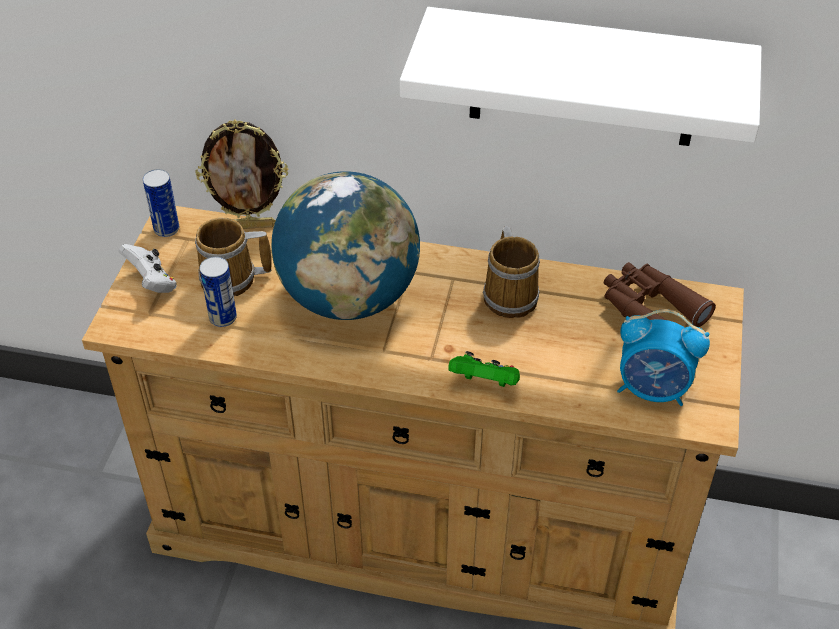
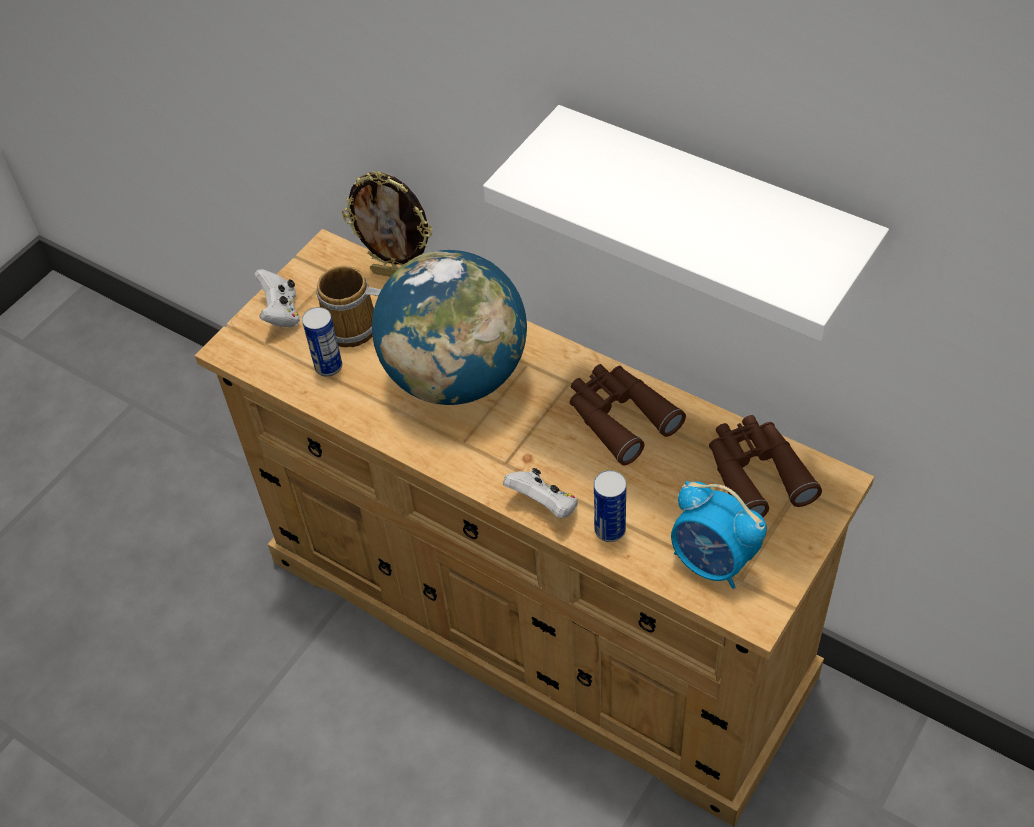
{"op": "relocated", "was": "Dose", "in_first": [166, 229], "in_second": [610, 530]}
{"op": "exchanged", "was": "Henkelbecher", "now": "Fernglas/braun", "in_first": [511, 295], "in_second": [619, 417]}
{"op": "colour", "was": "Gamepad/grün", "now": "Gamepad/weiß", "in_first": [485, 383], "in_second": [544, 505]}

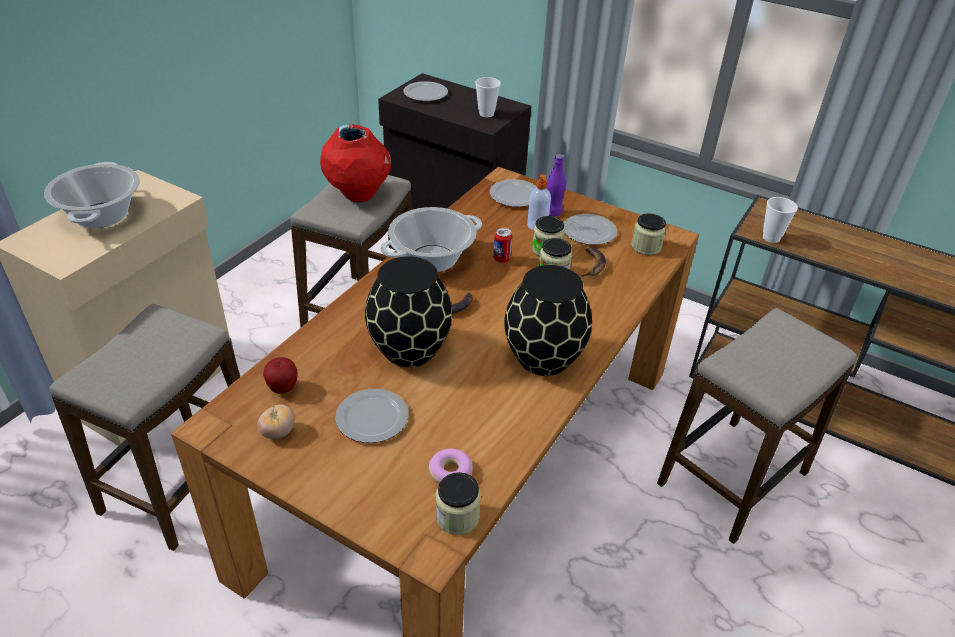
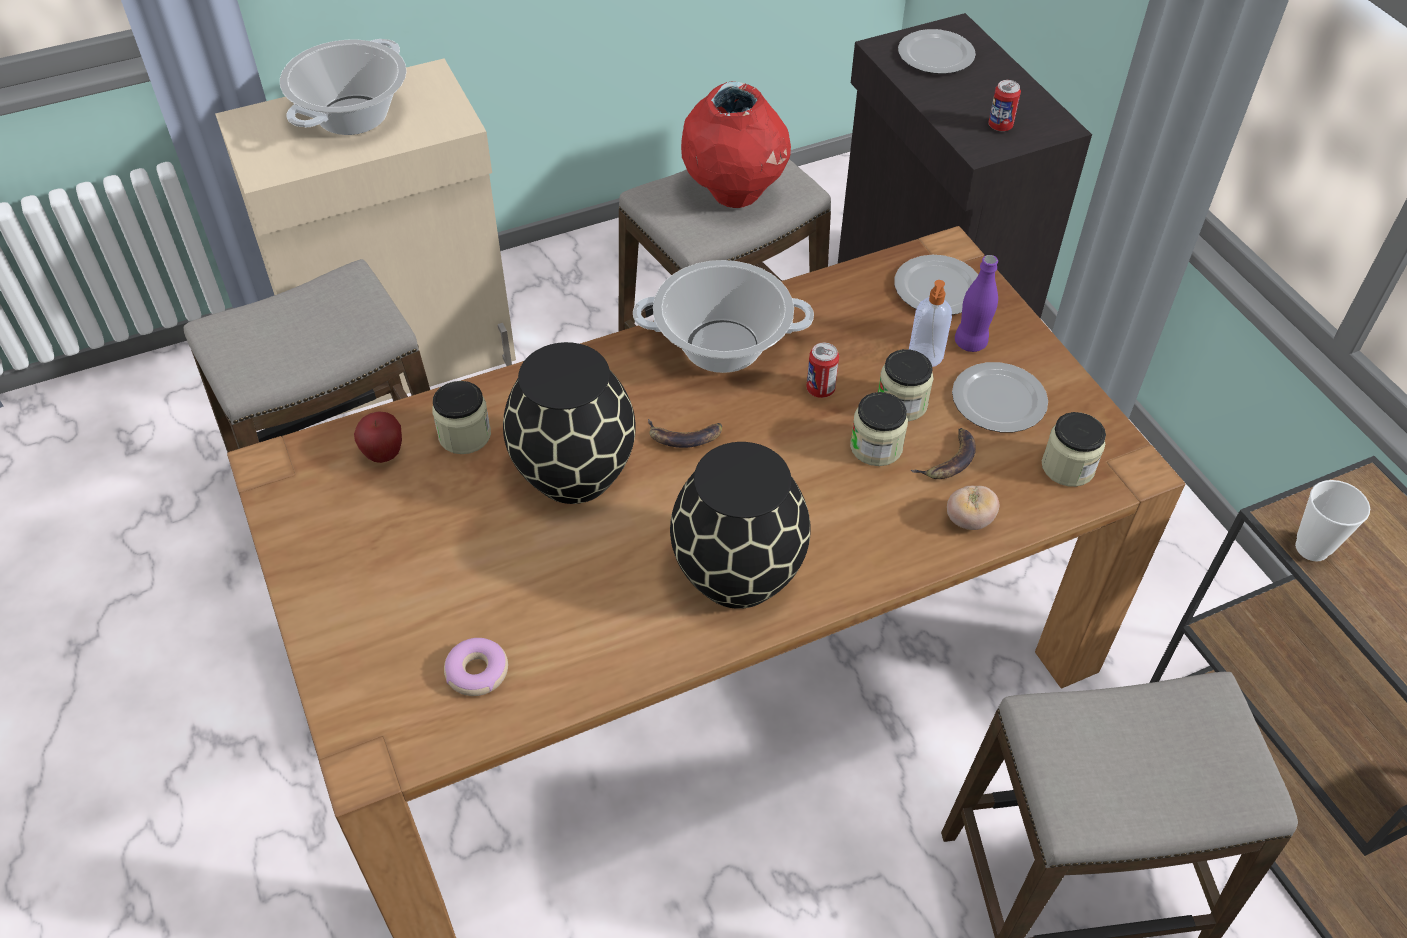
{"op": "exchanged", "was": "Tasse", "now": "Dose", "in_first": [486, 114], "in_second": [1000, 126]}
{"op": "missing", "was": "Teller", "in_first": [373, 417]}
{"op": "relocated", "was": "Tomate", "in_first": [278, 432], "in_second": [969, 520]}
{"op": "relocated", "was": "Vorratsglas", "in_first": [457, 517], "in_second": [464, 435]}

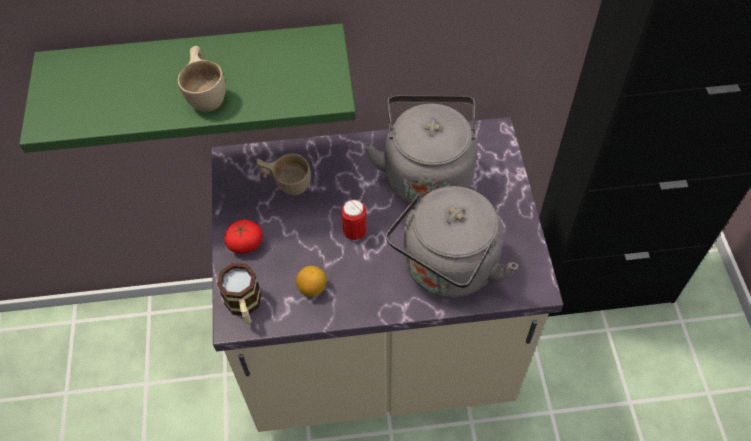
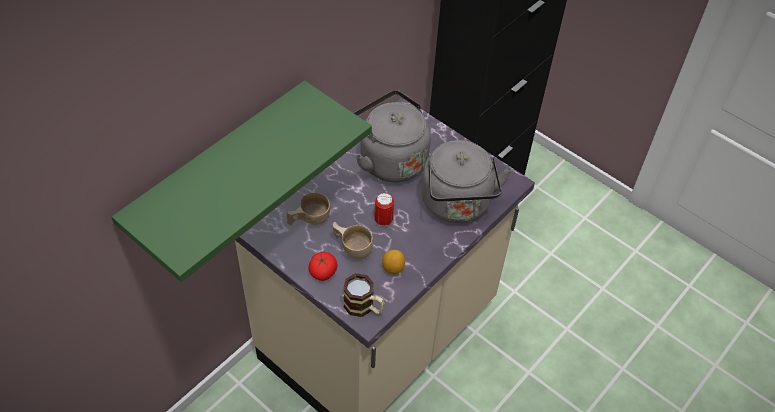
{"op": "relocated", "was": "Tasse/beige", "in_first": [207, 93], "in_second": [352, 247]}

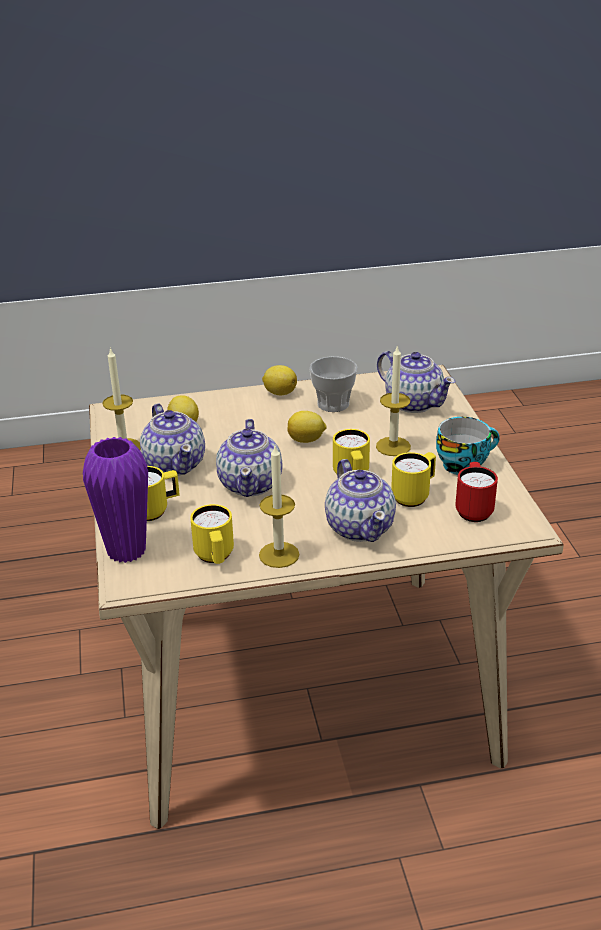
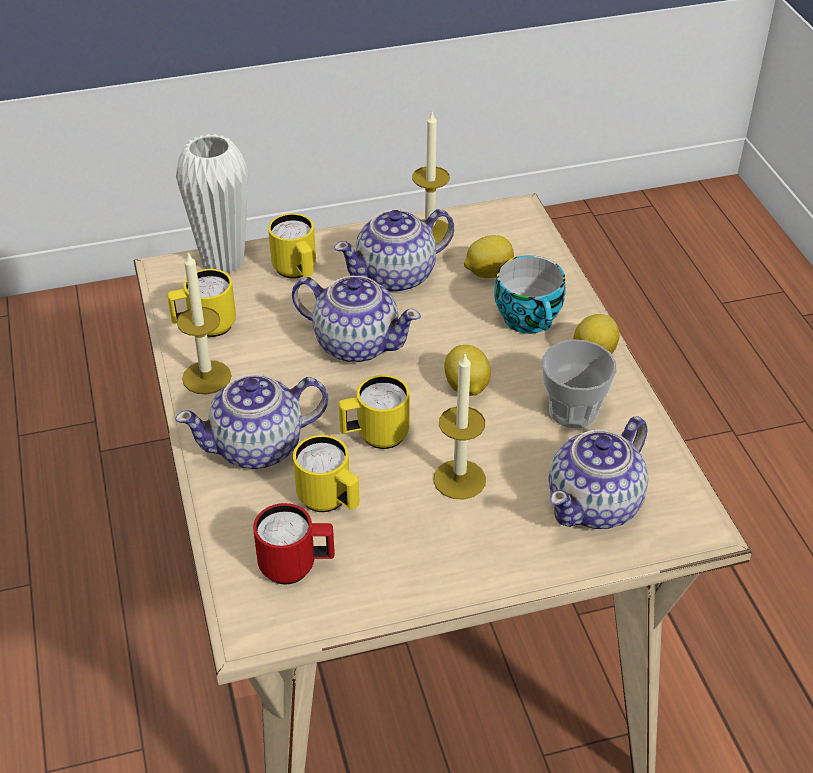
{"op": "relocated", "was": "Tasse", "in_first": [463, 464], "in_second": [530, 320]}
{"op": "spun", "was": "Teekanne", "in_first": [251, 483], "in_second": [356, 343], "clockwise": -150}
{"op": "colour", "was": "Vase/lila", "now": "Vase/weiß", "in_first": [126, 551], "in_second": [223, 261]}

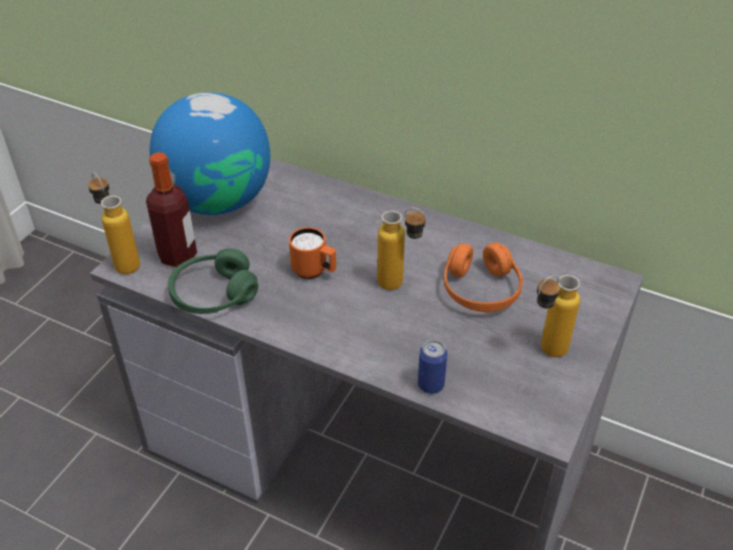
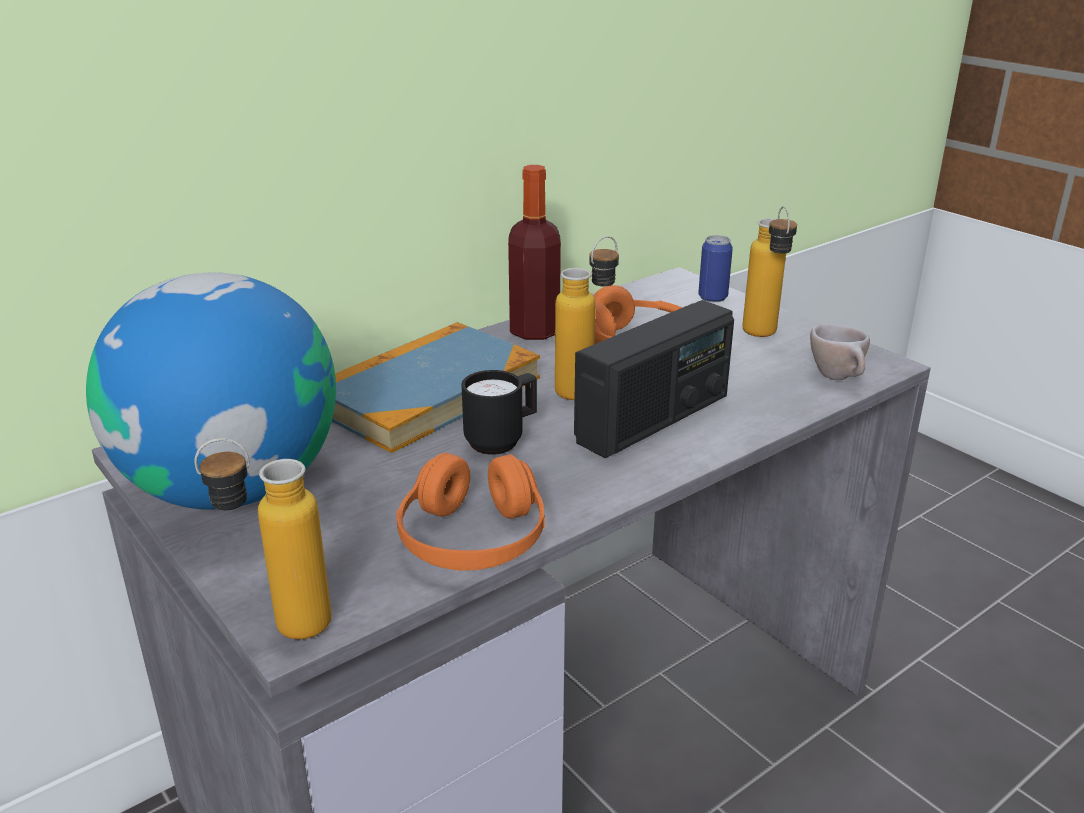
{"op": "relocated", "was": "Flasche", "in_first": [178, 255], "in_second": [534, 331]}
{"op": "colour", "was": "Henkelbecher/orange", "now": "Henkelbecher/schwarz", "in_first": [314, 272], "in_second": [502, 440]}
{"op": "colour", "was": "Kopfhörer/grün", "now": "Kopfhörer/orange", "in_first": [214, 294], "in_second": [472, 538]}
{"op": "relocated", "was": "Dose", "in_first": [430, 385], "in_second": [712, 297]}
{"op": "appeared", "now": "Radio", "in_second": [654, 419]}
{"op": "appeared", "now": "Buch", "in_second": [426, 393]}
{"op": "appeared", "now": "Tasse/beige", "in_second": [839, 379]}

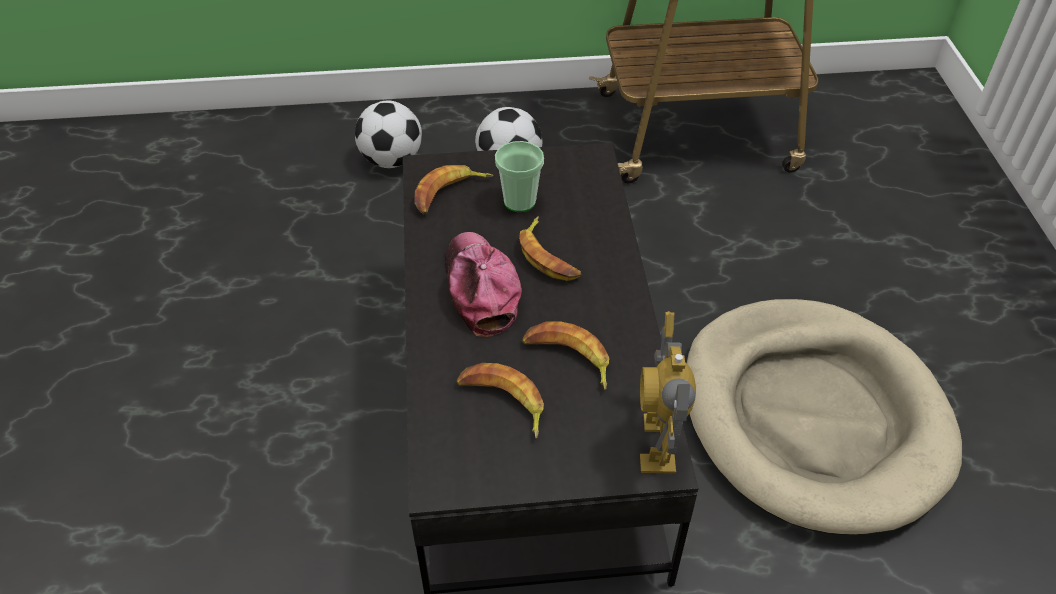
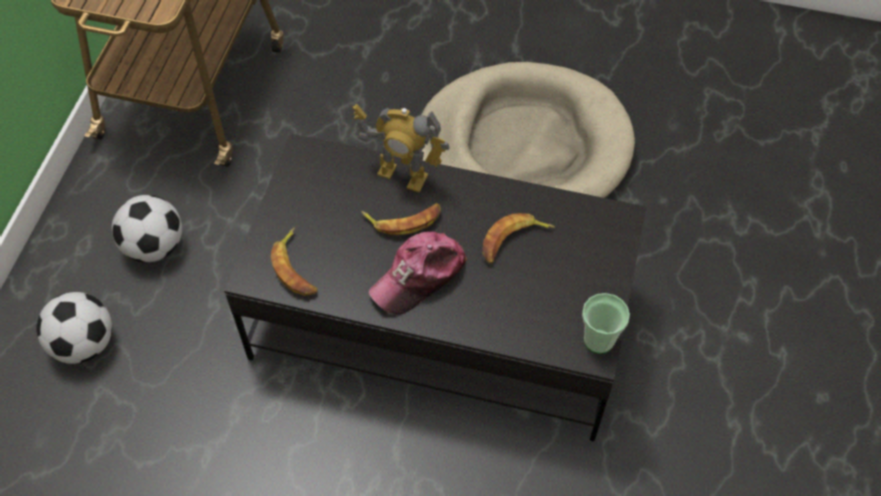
{"op": "relocated", "was": "Tasse", "in_first": [519, 201], "in_second": [599, 340]}
{"op": "spun", "was": "Kappe", "in_first": [480, 289], "in_second": [419, 276], "clockwise": -45}
{"op": "relocated", "was": "Spielzeugroboter", "in_first": [658, 444], "in_second": [402, 175]}
{"op": "missing", "was": "Banane", "in_first": [502, 402]}

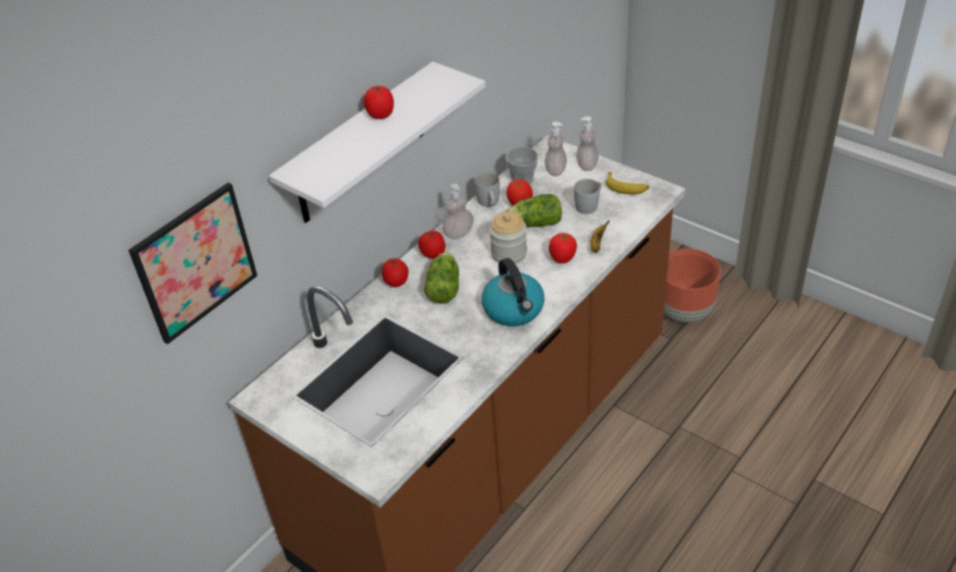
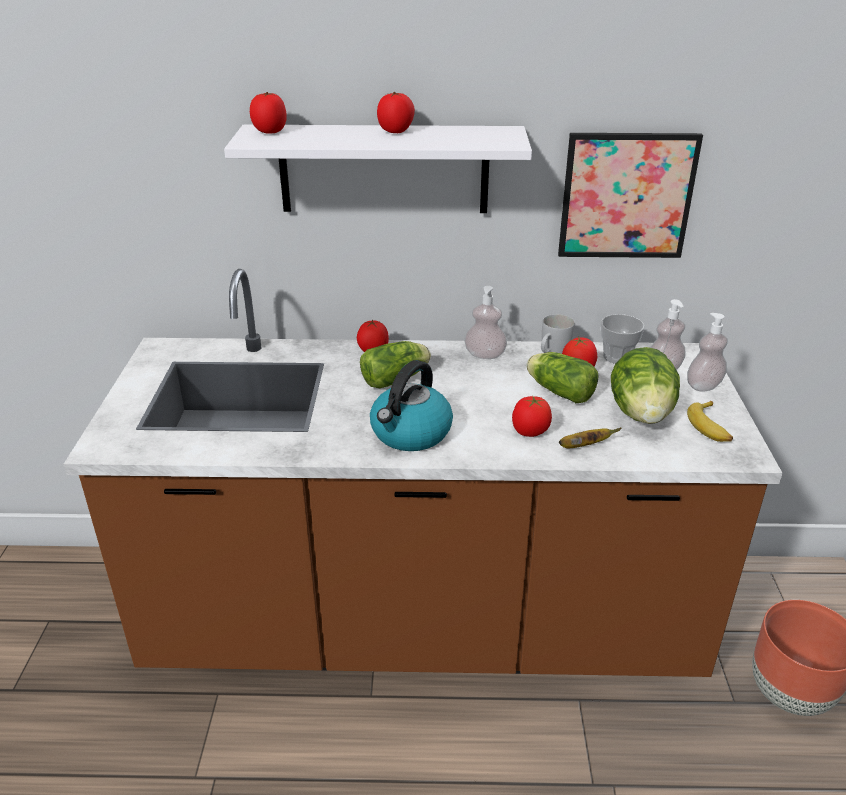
{"op": "exchanged", "was": "Henkelbecher/weiß", "now": "Salatkopf", "in_first": [589, 205], "in_second": [641, 414]}
{"op": "relocated", "was": "Bild", "in_first": [195, 262], "in_second": [626, 196]}
{"op": "missing", "was": "Vorratsglas", "in_first": [509, 253]}
{"op": "relocated", "was": "Tomate", "in_first": [433, 254], "in_second": [270, 132]}

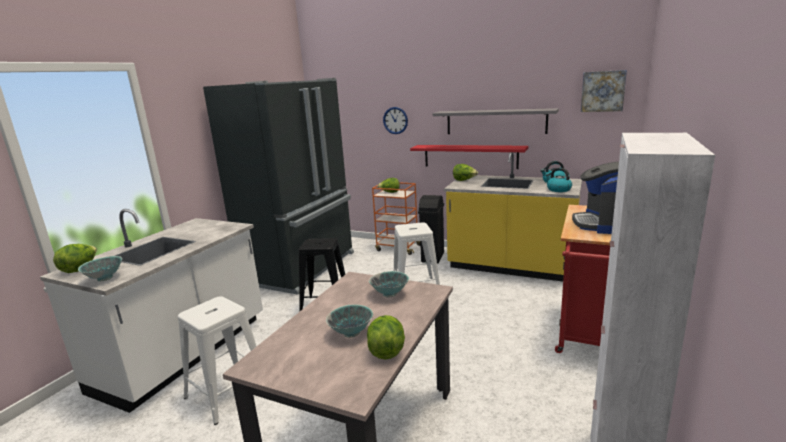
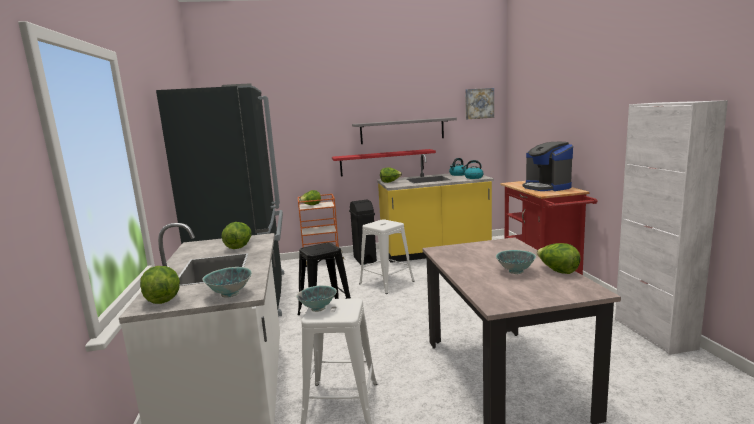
{"op": "missing", "was": "Wanduhr", "in_first": [395, 120]}
{"op": "relocated", "was": "Schüssel", "in_first": [390, 294], "in_second": [318, 308]}
{"op": "appeared", "now": "Salatkopf", "in_second": [239, 246]}

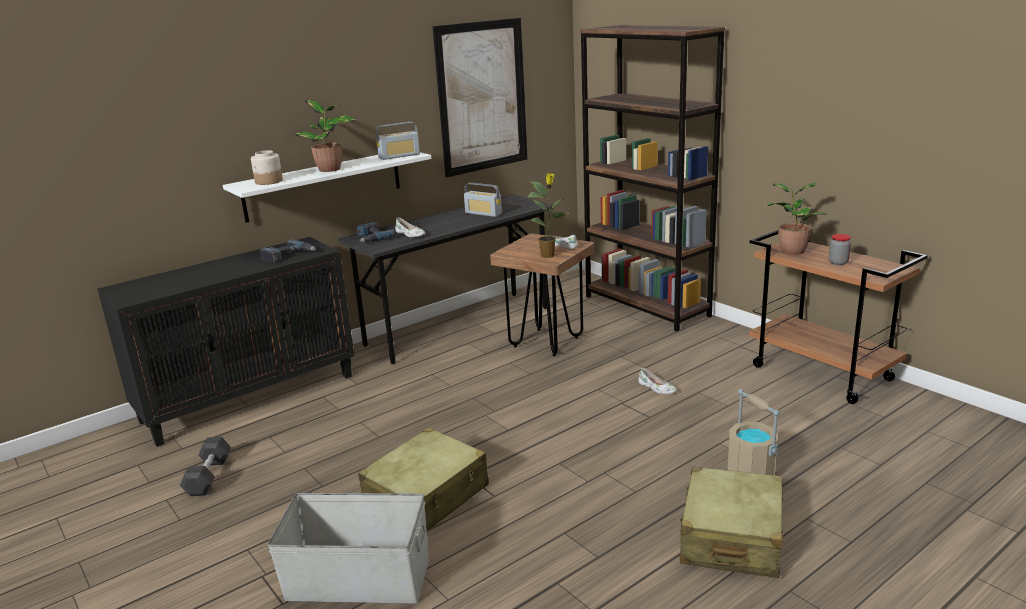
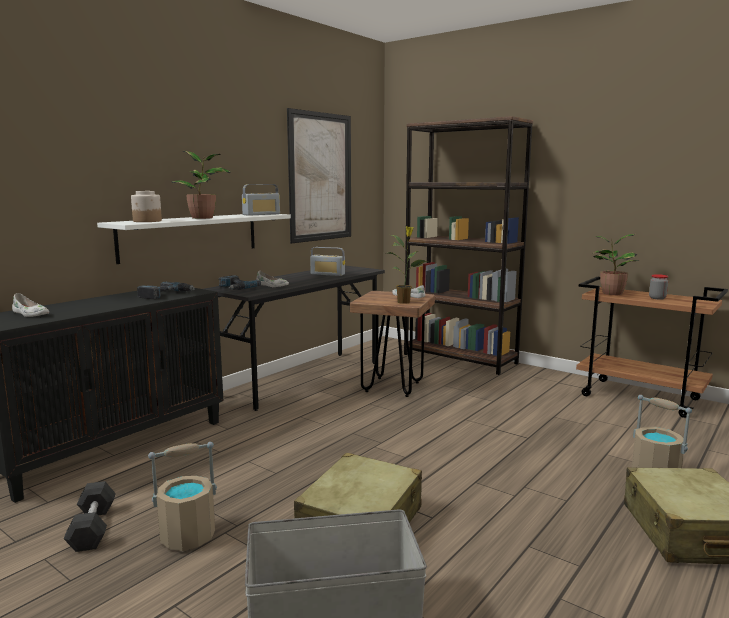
{"op": "relocated", "was": "Schuh/weiß", "in_first": [656, 388], "in_second": [30, 314]}
{"op": "appeared", "now": "Eimer/beige", "in_second": [188, 536]}

